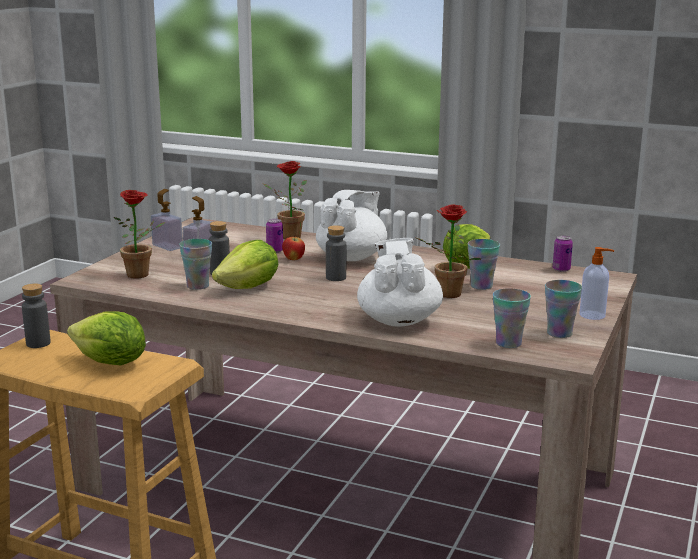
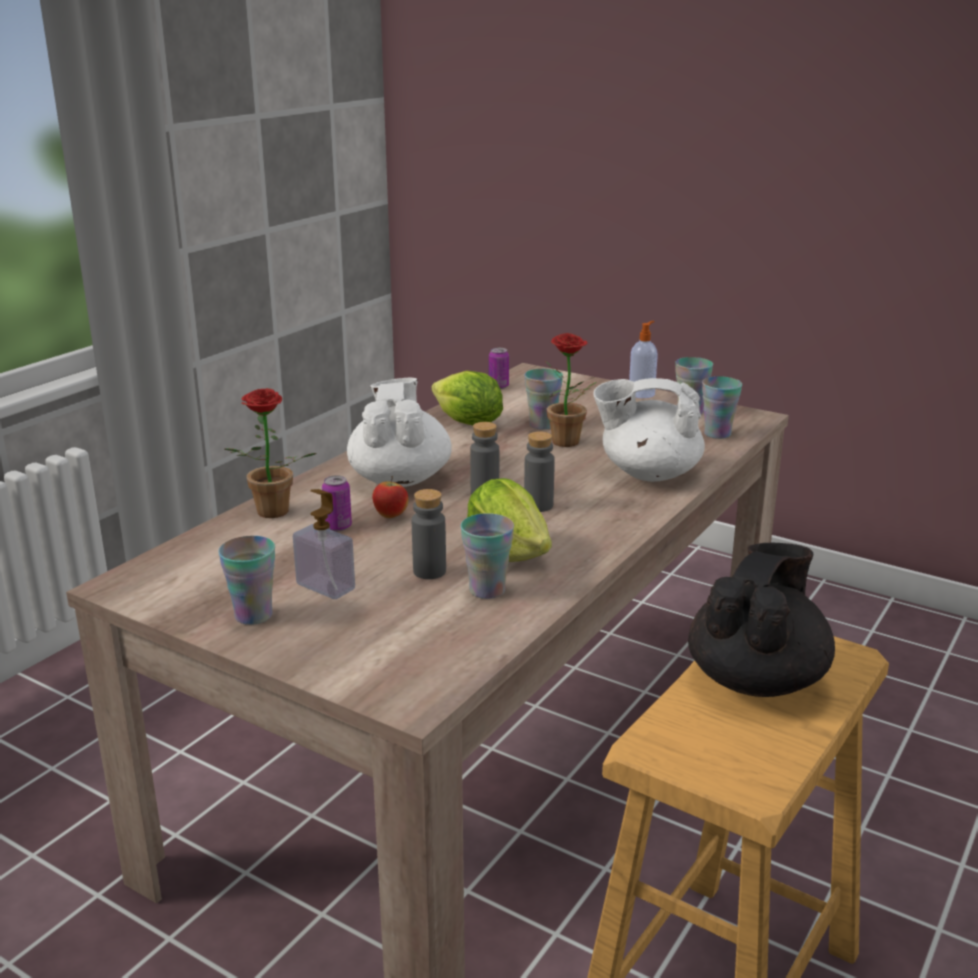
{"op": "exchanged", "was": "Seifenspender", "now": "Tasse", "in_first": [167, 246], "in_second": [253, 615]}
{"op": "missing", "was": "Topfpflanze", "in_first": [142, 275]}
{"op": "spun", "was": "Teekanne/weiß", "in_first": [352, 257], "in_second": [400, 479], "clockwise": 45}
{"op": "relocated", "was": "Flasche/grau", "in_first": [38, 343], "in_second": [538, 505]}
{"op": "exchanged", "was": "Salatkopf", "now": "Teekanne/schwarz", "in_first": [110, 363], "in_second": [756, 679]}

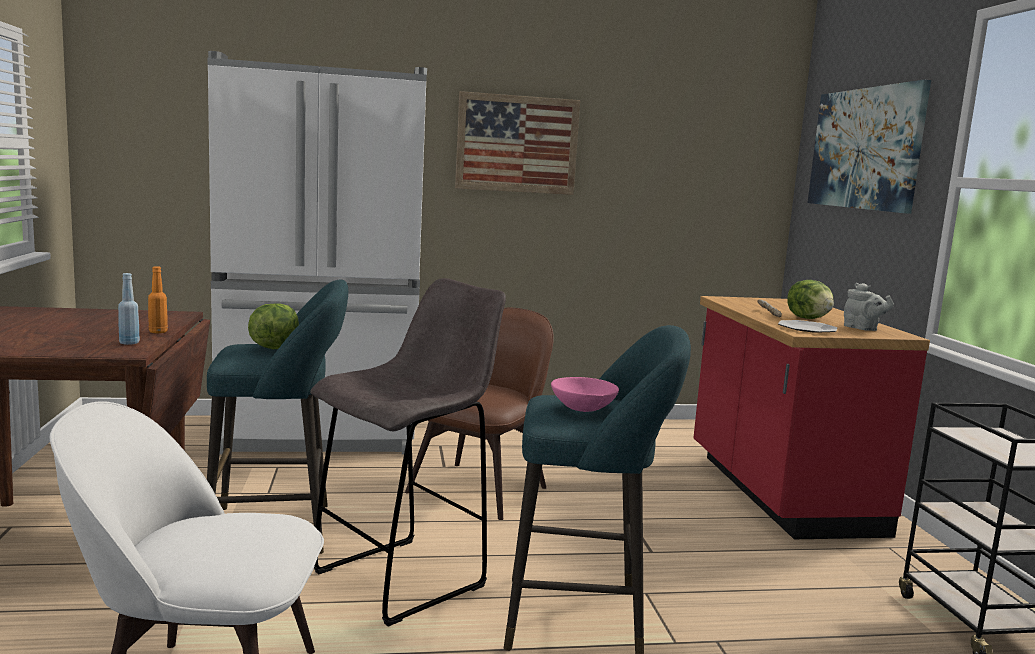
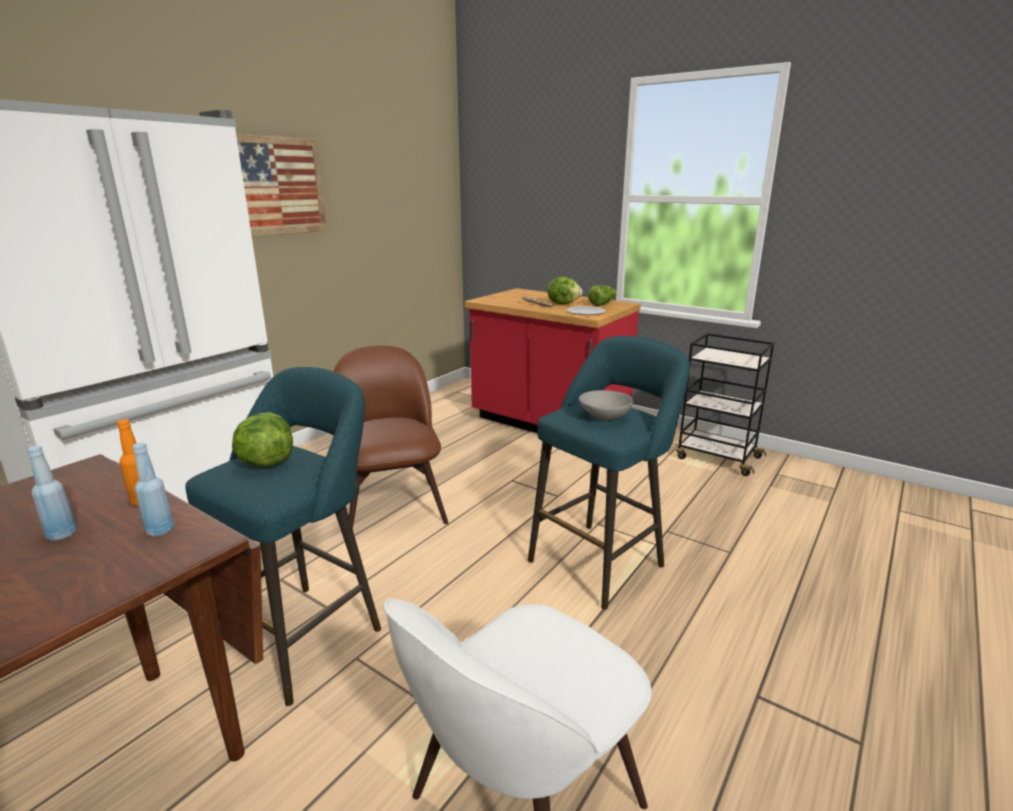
{"op": "missing", "was": "Bild", "in_first": [865, 149]}
{"op": "missing", "was": "Hocker/grau", "in_first": [404, 577]}
{"op": "exchanged", "was": "Teekanne/grau", "now": "Salatkopf", "in_first": [862, 329], "in_second": [602, 304]}
{"op": "colour", "was": "Schüssel/rosa", "now": "Schüssel/grau", "in_first": [582, 408], "in_second": [604, 416]}
{"op": "appeared", "now": "Flasche/blau", "in_second": [62, 535]}

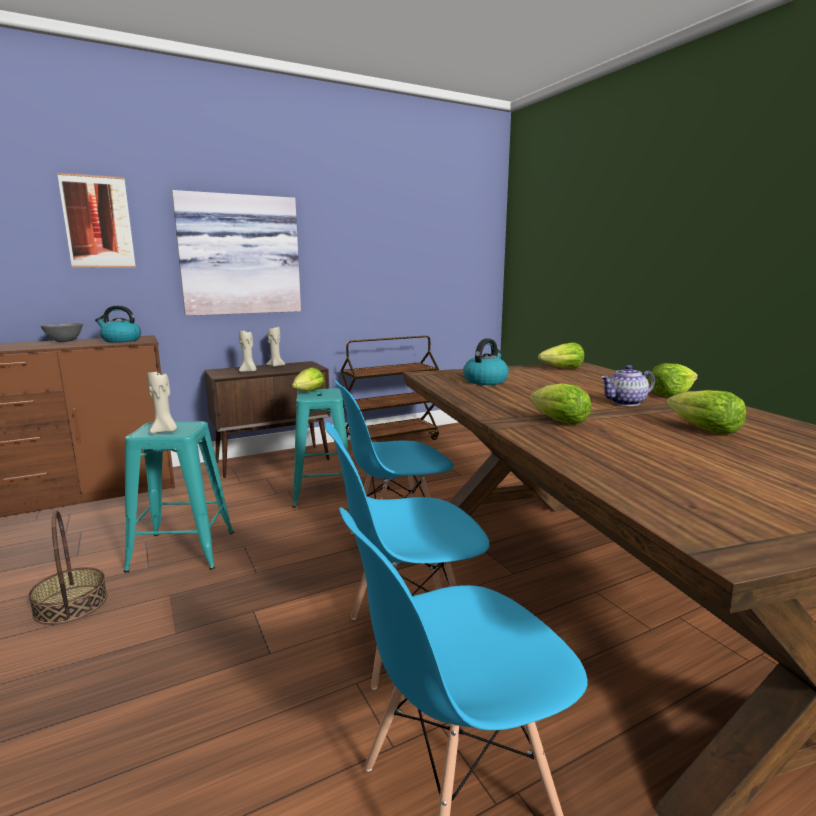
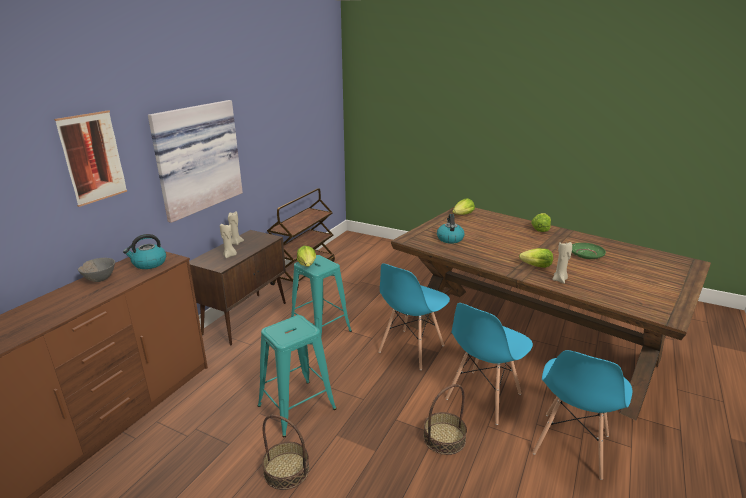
{"op": "missing", "was": "Teekanne", "in_first": [625, 403]}
{"op": "relocated", "was": "Kerze/beige", "in_first": [165, 431], "in_second": [560, 280]}
{"op": "exchanged", "was": "Salatkopf", "now": "Teller/grün", "in_first": [702, 429], "in_second": [586, 255]}
{"op": "appeared", "now": "Korb", "in_second": [444, 438]}

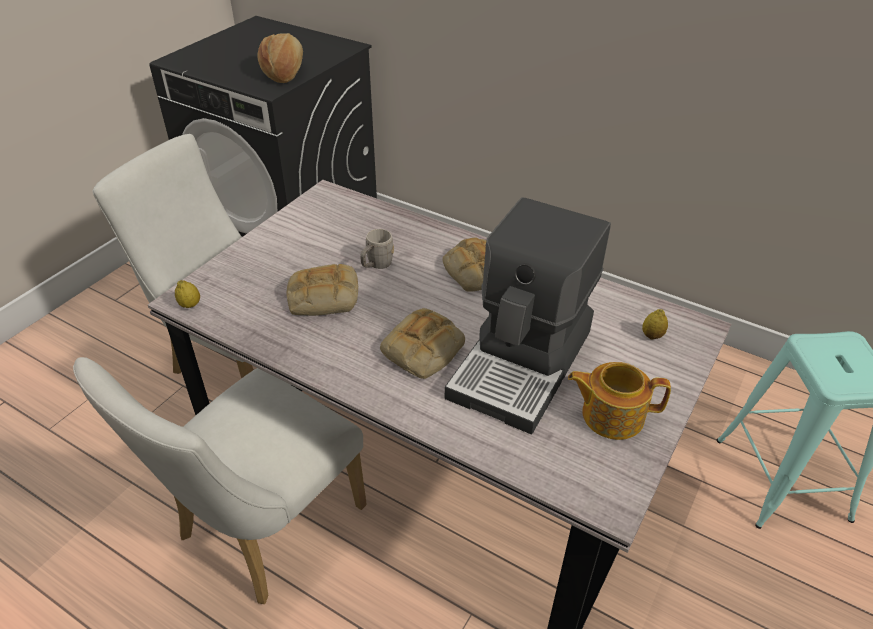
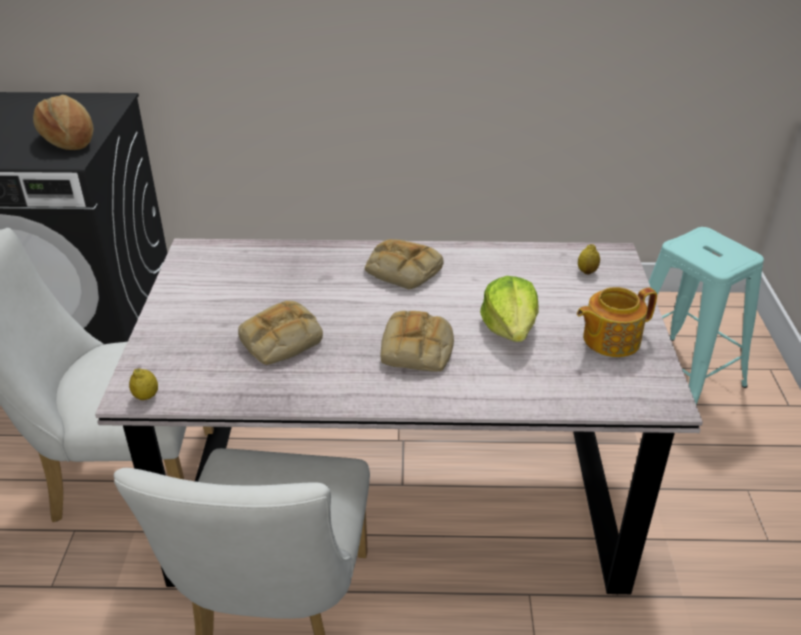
{"op": "exchanged", "was": "Kaffeemaschine", "now": "Salatkopf", "in_first": [523, 363], "in_second": [510, 328]}
{"op": "missing", "was": "Henkelbecher/grau", "in_first": [376, 265]}

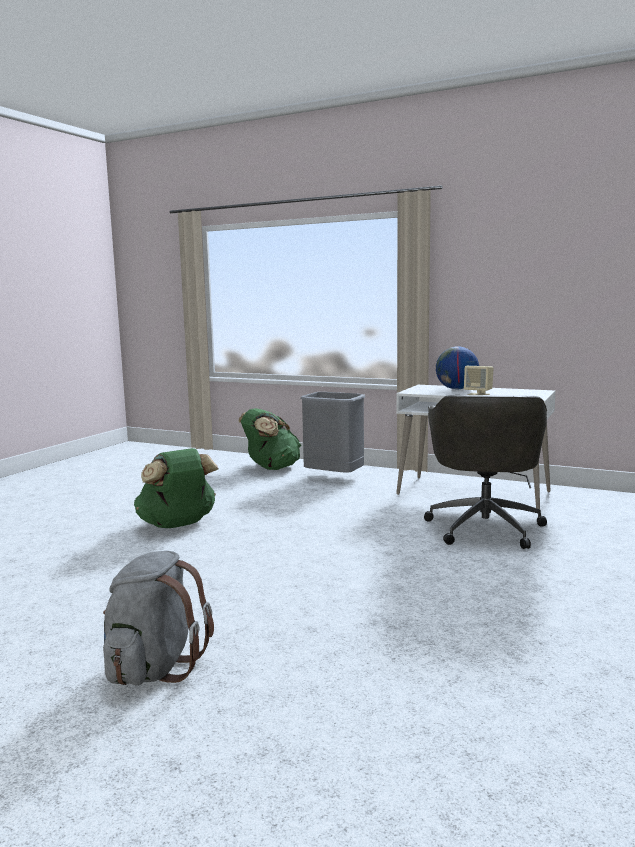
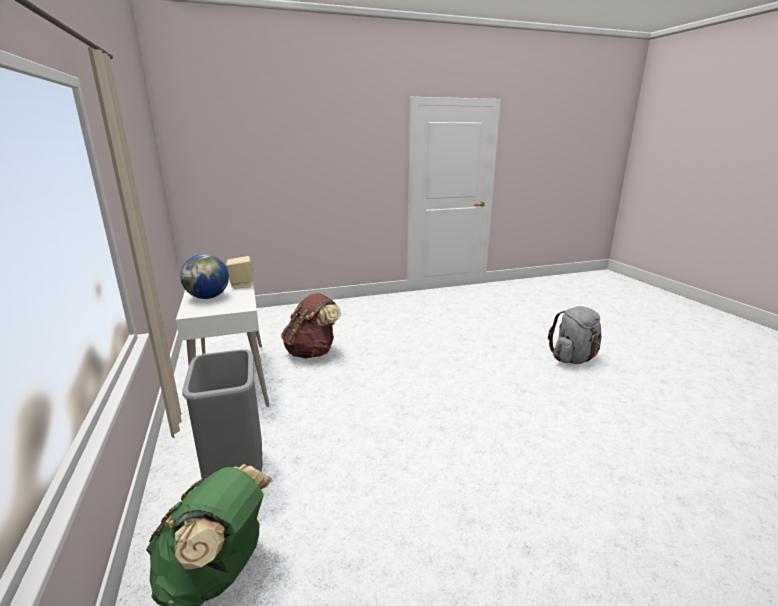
{"op": "exchanged", "was": "Bürostuhl/grau", "now": "Rucksack/braun", "in_first": [485, 527], "in_second": [312, 352]}
{"op": "missing", "was": "Rucksack/grün", "in_first": [178, 525]}

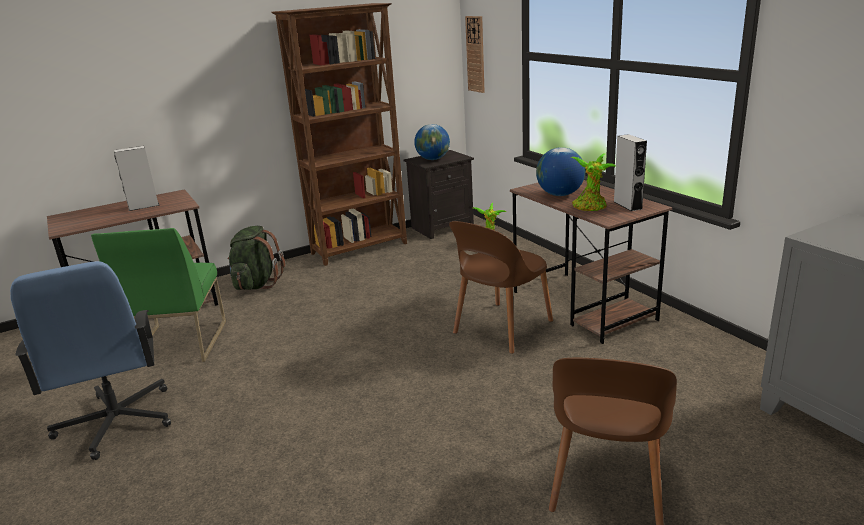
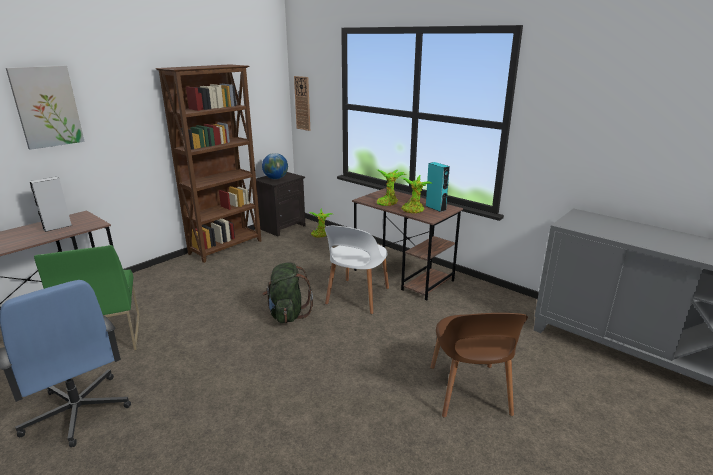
{"op": "colour", "was": "Lautsprecher/grau", "now": "Lautsprecher/türkis", "in_first": [627, 205], "in_second": [435, 208]}
{"op": "exchanged", "was": "Globus", "now": "Topfpflanze", "in_first": [560, 195], "in_second": [388, 202]}
{"op": "colour", "was": "Stuhl/braun", "now": "Stuhl/weiß", "in_first": [501, 328], "in_second": [357, 297]}
{"op": "relocated", "was": "Rucksack/grün", "in_first": [257, 284], "in_second": [287, 314]}
{"op": "appeared", "now": "Bild", "in_second": [46, 107]}

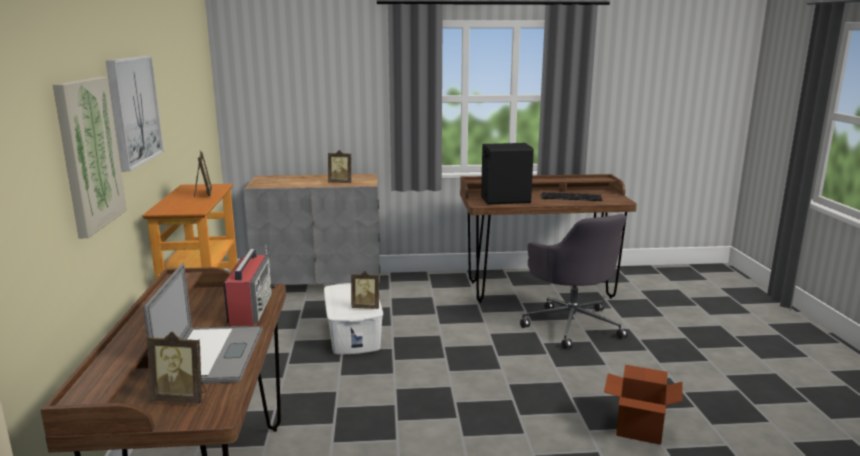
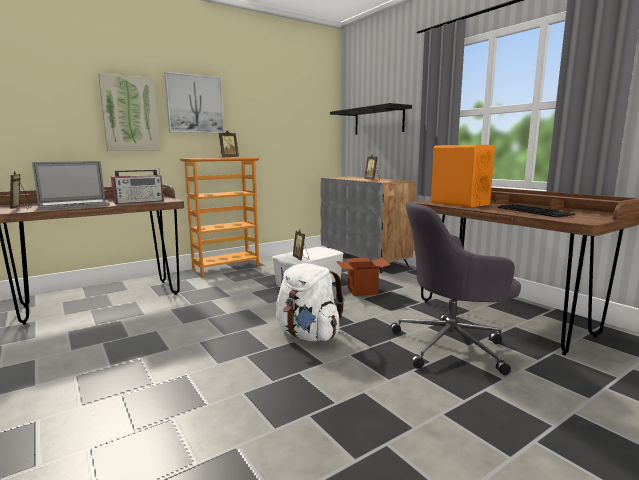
{"op": "colour", "was": "Lautsprecher/schwarz", "now": "Lautsprecher/orange", "in_first": [505, 200], "in_second": [459, 203]}
{"op": "spun", "was": "Bürostuhl/grau", "in_first": [571, 325], "in_second": [451, 346], "clockwise": 45}
{"op": "relocated", "was": "Karton", "in_first": [639, 428], "in_second": [362, 291]}
{"op": "appeared", "now": "Wandregal/schwarz", "in_second": [378, 121]}
{"op": "appeared", "now": "Rucksack/weiß", "in_second": [308, 335]}

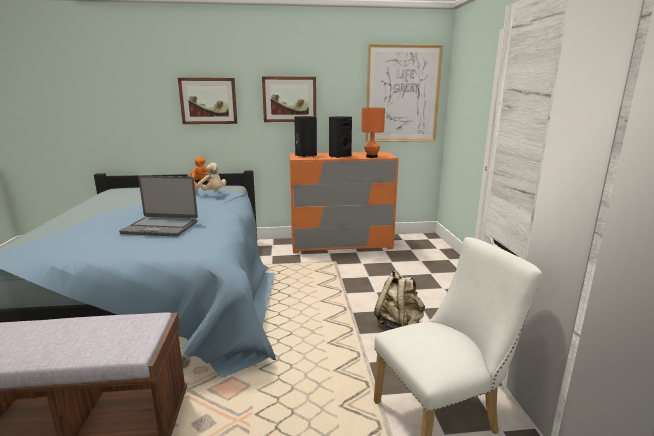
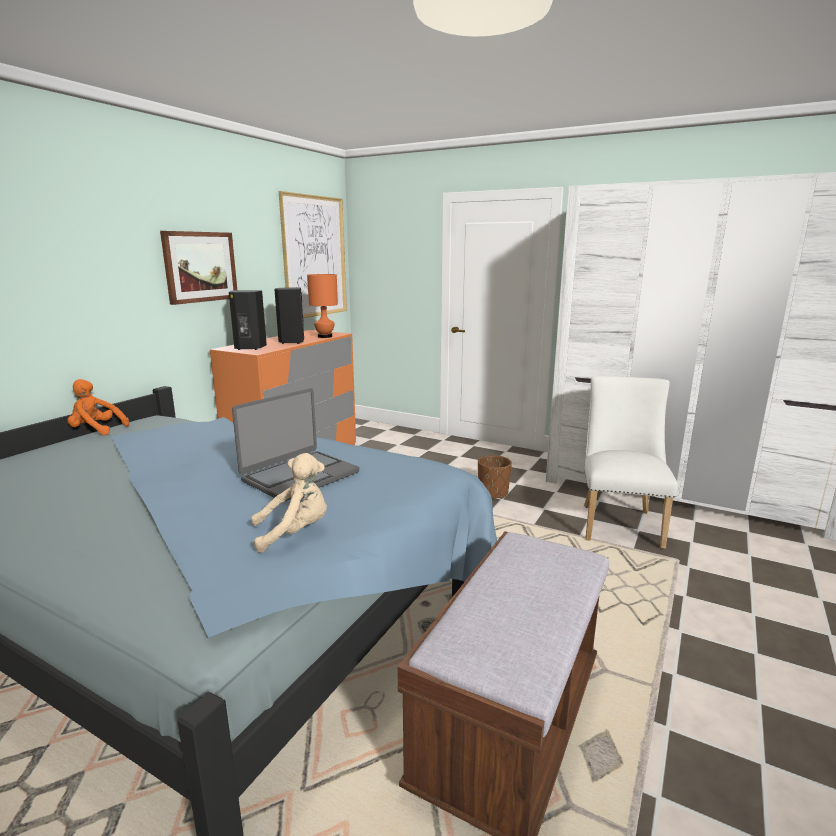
{"op": "missing", "was": "Bild", "in_first": [208, 101]}
{"op": "relocated", "was": "Plüschtier/beige", "in_first": [212, 193], "in_second": [295, 532]}
{"op": "exchanged", "was": "Rucksack/beige", "now": "Pflanzkübel/braun", "in_first": [399, 324], "in_second": [493, 493]}

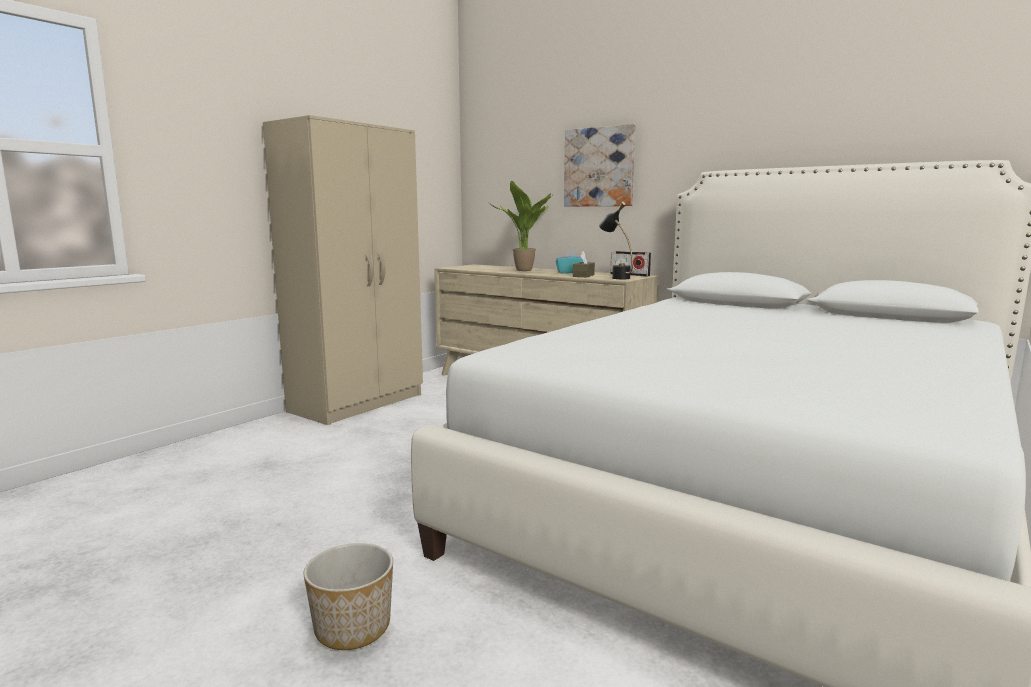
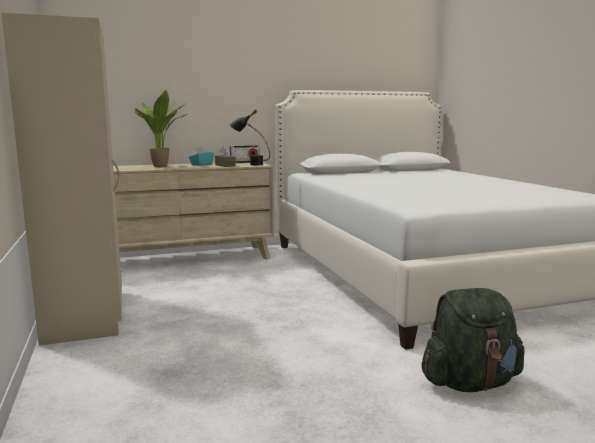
{"op": "missing", "was": "Bild", "in_first": [599, 167]}
{"op": "exchanged", "was": "Pflanzkübel", "now": "Rucksack/grün", "in_first": [354, 628], "in_second": [470, 383]}

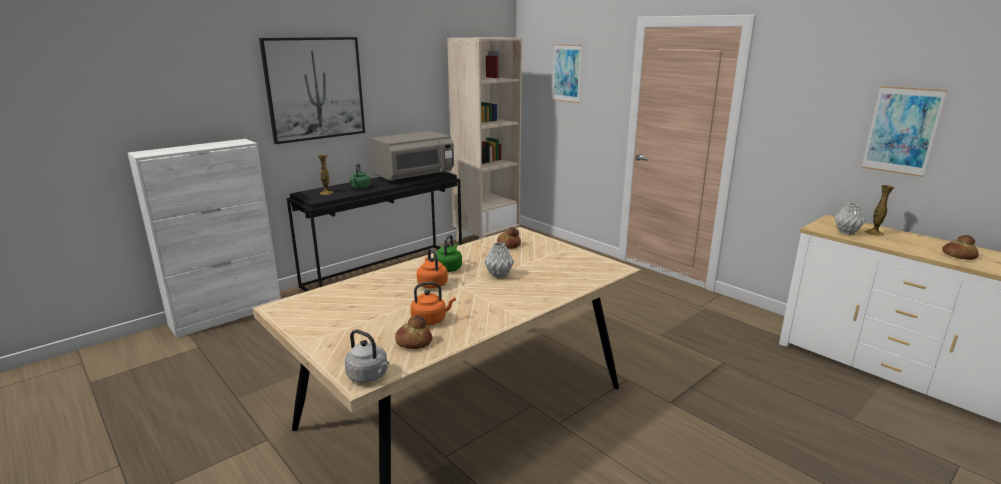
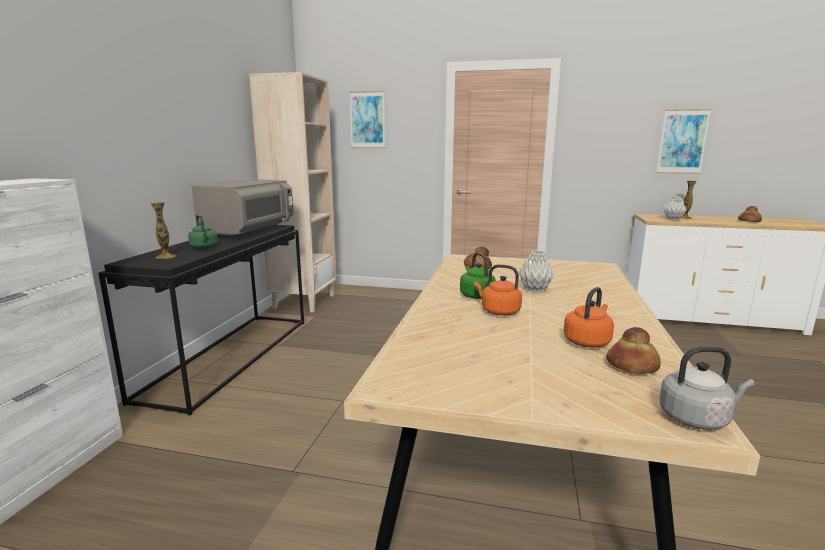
{"op": "missing", "was": "Bild", "in_first": [315, 89]}

